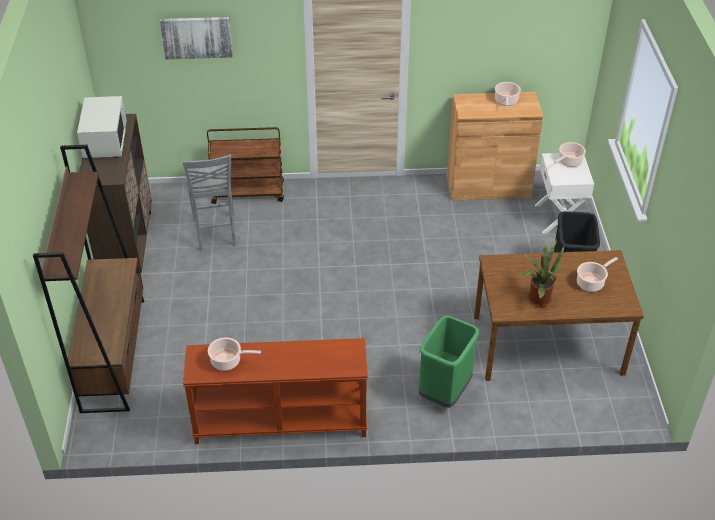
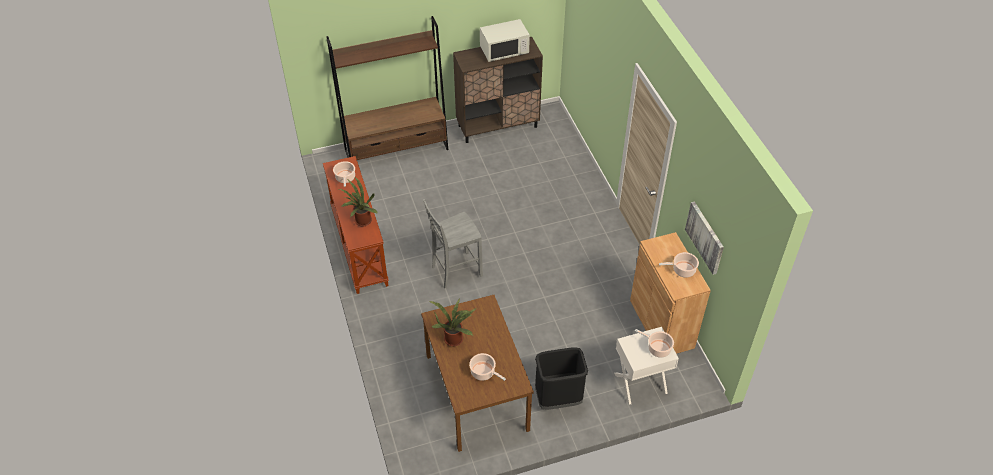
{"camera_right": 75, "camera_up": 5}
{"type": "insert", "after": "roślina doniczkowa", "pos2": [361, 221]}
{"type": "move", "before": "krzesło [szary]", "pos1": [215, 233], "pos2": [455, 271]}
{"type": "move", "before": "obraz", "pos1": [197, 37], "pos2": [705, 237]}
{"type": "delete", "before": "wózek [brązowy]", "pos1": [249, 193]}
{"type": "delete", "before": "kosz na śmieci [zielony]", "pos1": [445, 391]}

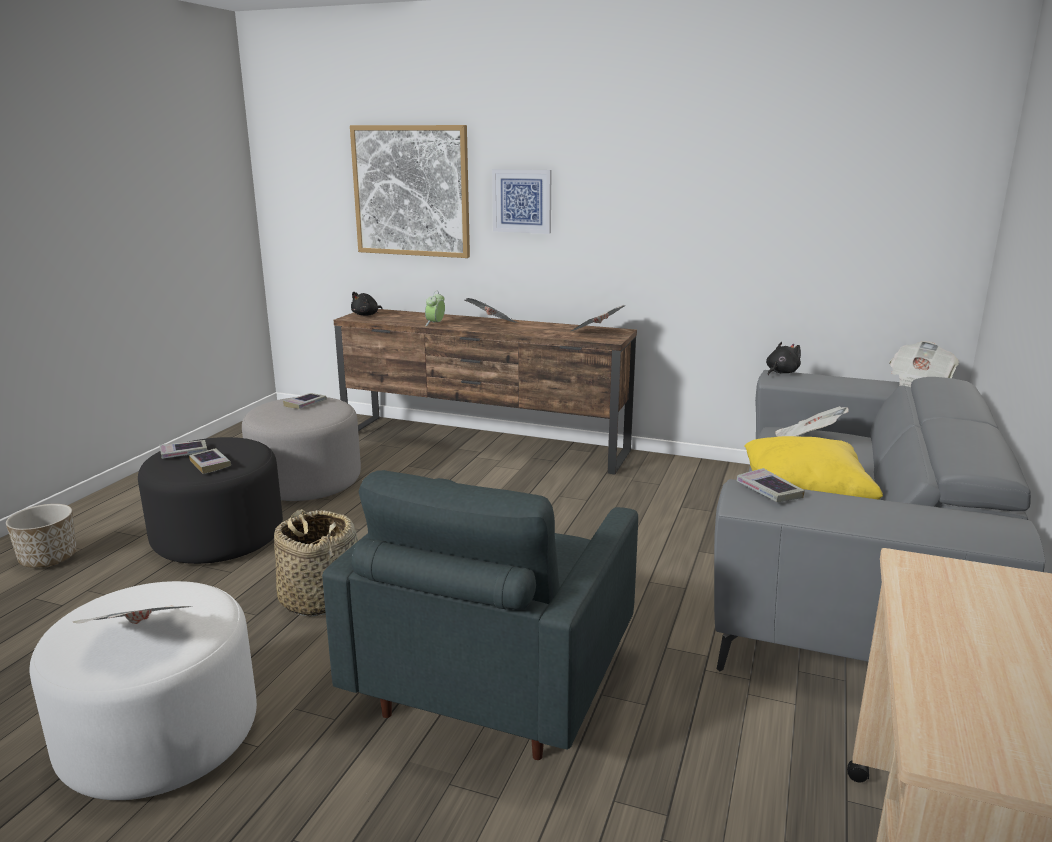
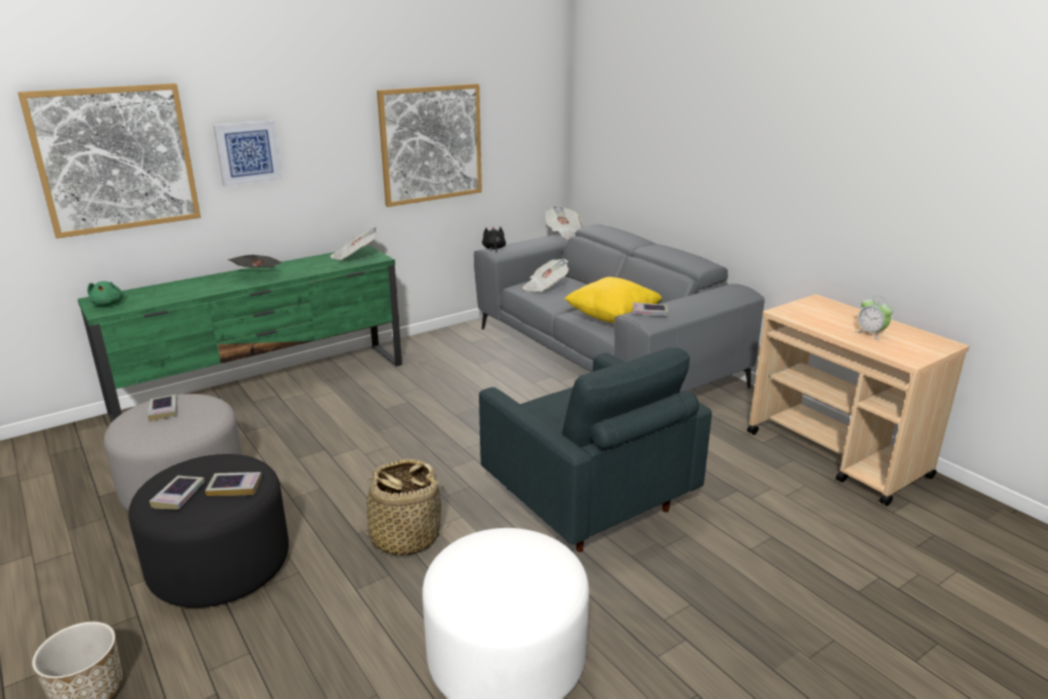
{"camera_right": -55, "camera_up": 5}
{"type": "recolor", "before": "szafka pod telewizor [brązowy]", "after": "szafka pod telewizor [zielony]", "pos1": [484, 444], "pos2": [266, 388]}
{"type": "recolor", "before": "pluszak [czarny]", "after": "pluszak [zielony]", "pos1": [366, 315], "pos2": [108, 304]}
{"type": "insert", "after": "obraz", "pos2": [431, 144]}
{"type": "move", "before": "budzik", "pos1": [435, 324], "pos2": [871, 334]}
{"type": "delete", "before": "gazeta", "pos1": [142, 637]}

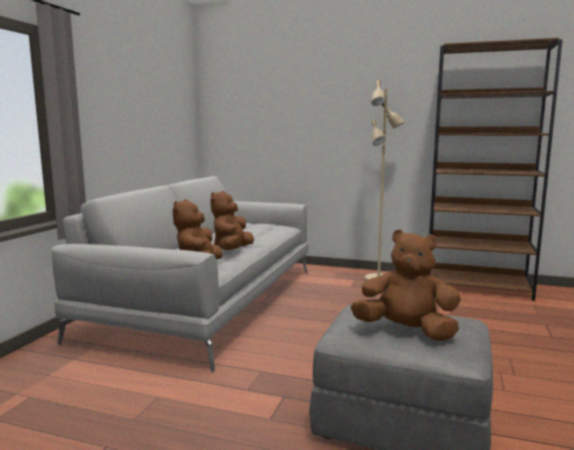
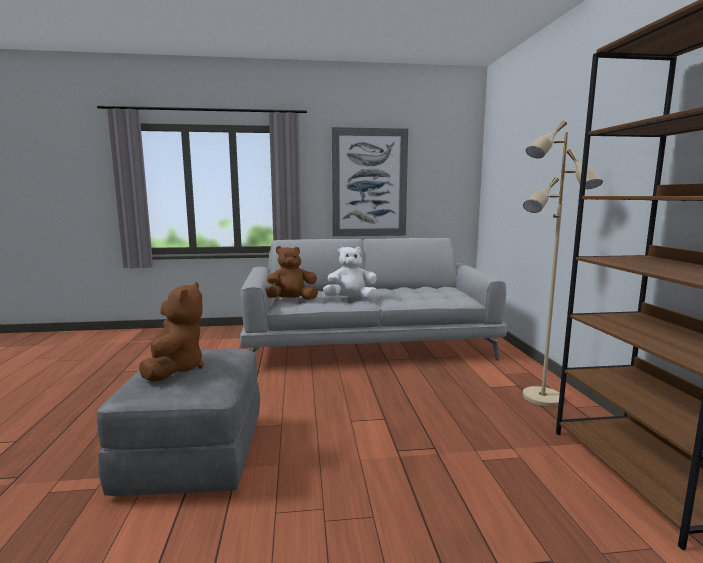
{"camera_right": 65, "camera_up": 0}
{"type": "recolor", "before": "pluszak [brązowy]", "after": "pluszak [biały]", "pos1": [232, 250], "pos2": [350, 299]}
{"type": "insert", "after": "obraz", "pos2": [369, 183]}

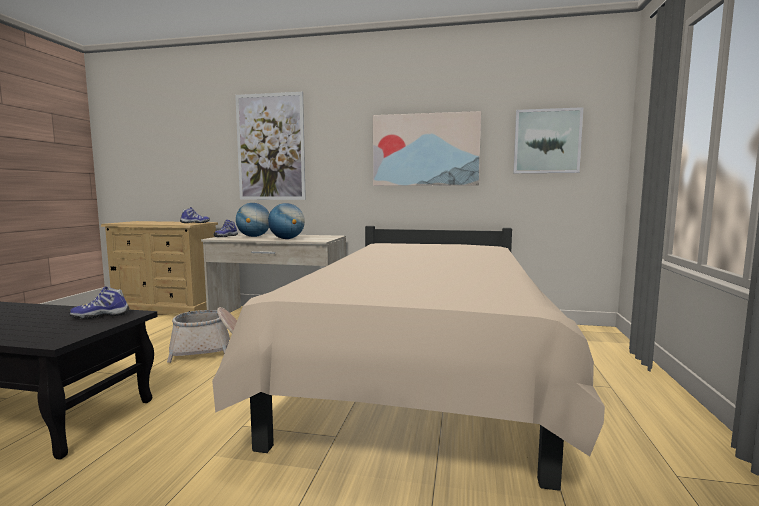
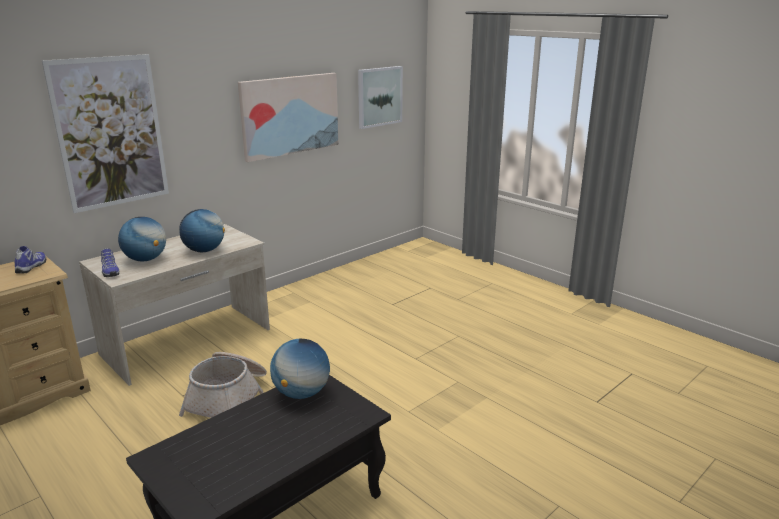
{"camera_right": -55, "camera_up": 15}
{"type": "replace", "before": "but", "after": "globus", "pos1": [101, 316], "pos2": [301, 393]}
{"type": "delete", "before": "łóżko [beżowy]", "pos1": [421, 370]}

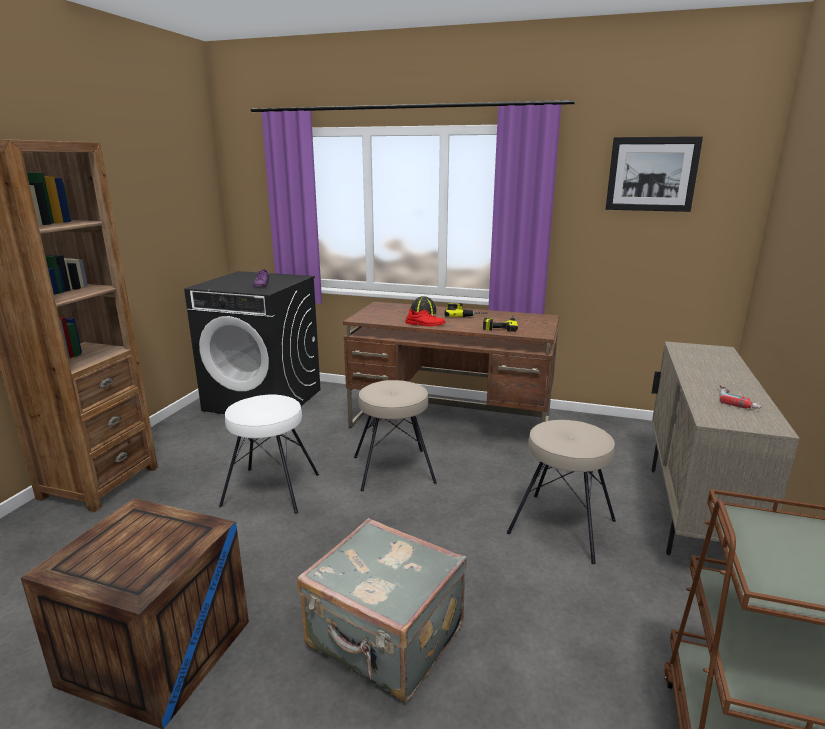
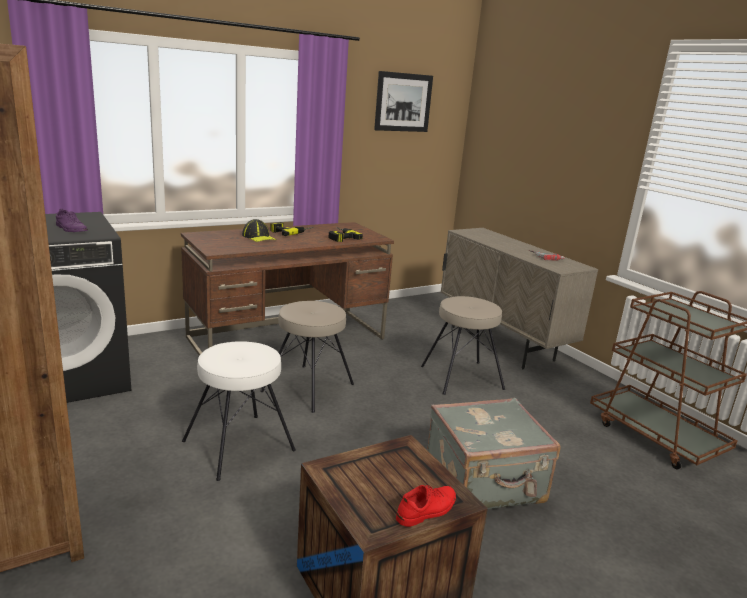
{"camera_right": -50, "camera_up": 0}
{"type": "move", "before": "but [czerwony]", "pos1": [425, 324], "pos2": [427, 510]}

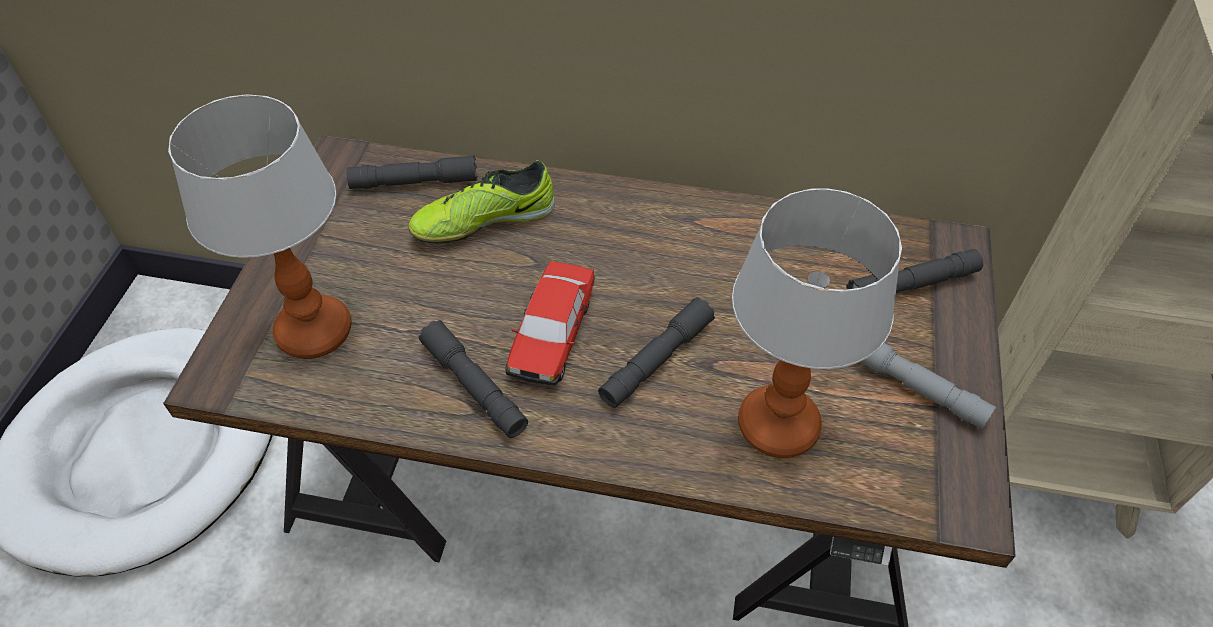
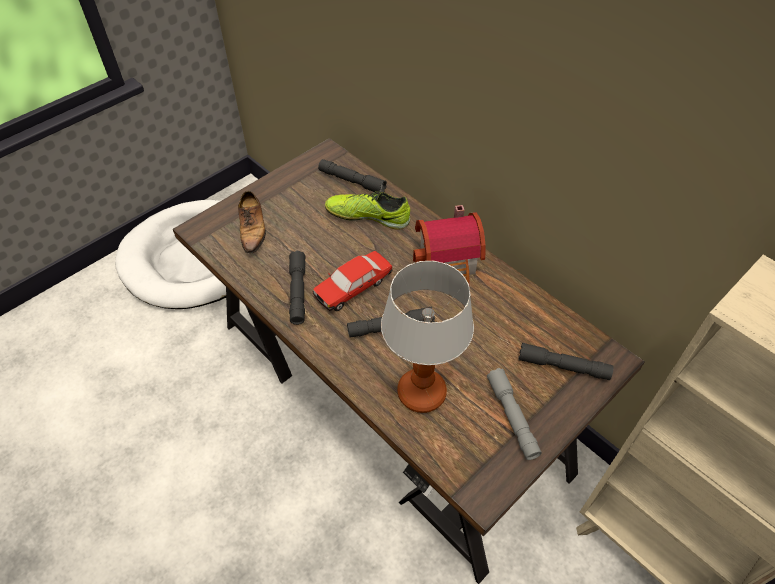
{"camera_right": 35, "camera_up": 0}
{"type": "replace", "before": "lampa stołowa", "after": "but", "pos1": [314, 331], "pos2": [253, 229]}
{"type": "insert", "after": "domek", "pos2": [450, 262]}

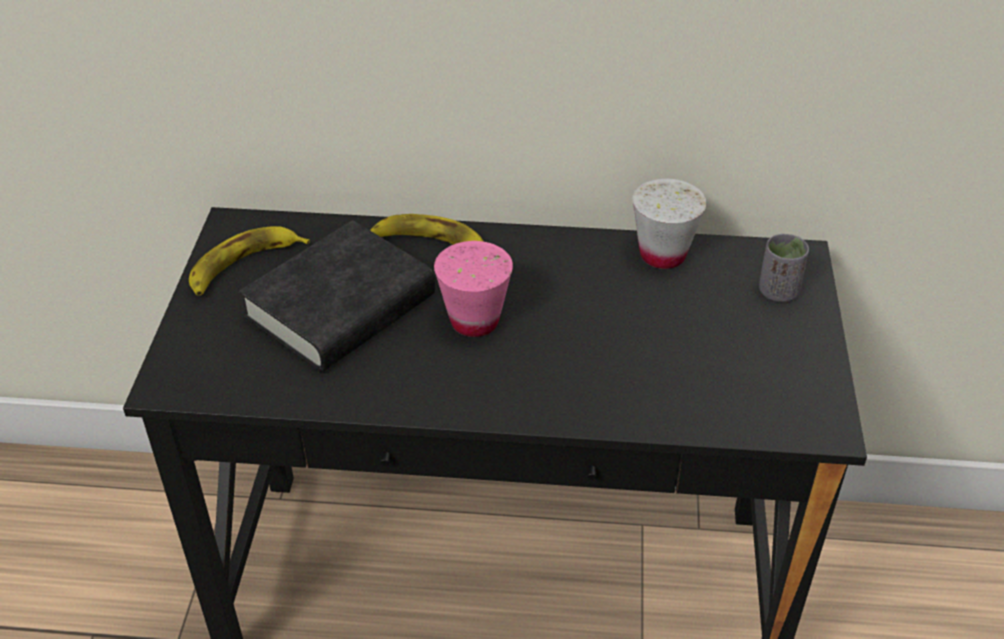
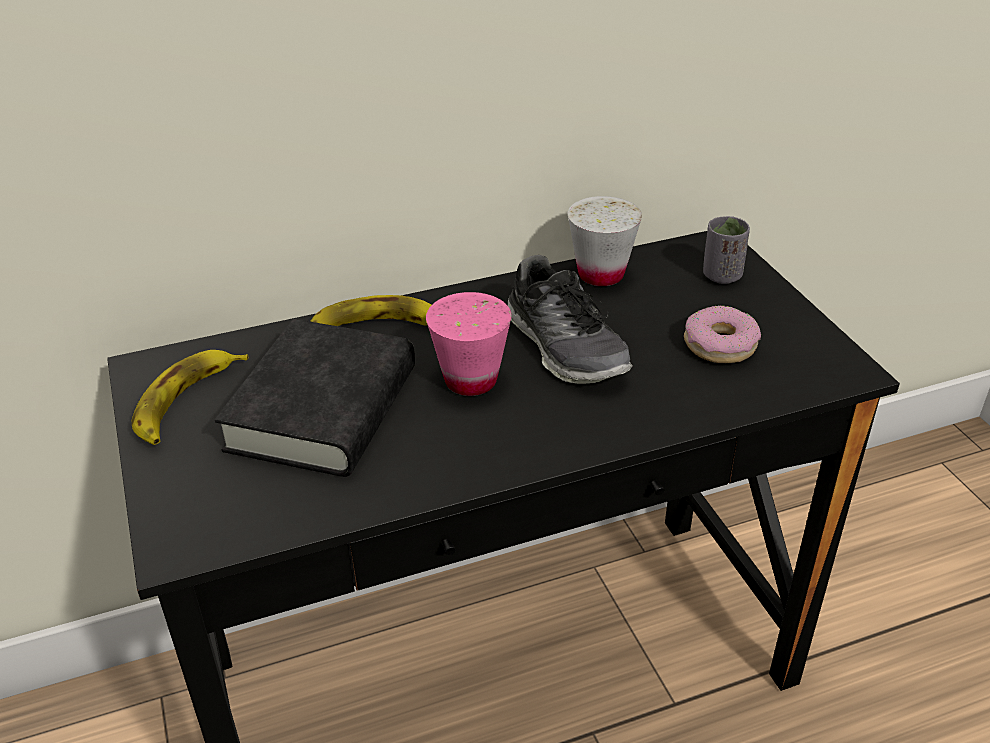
{"camera_right": -25, "camera_up": -5}
{"type": "insert", "after": "but", "pos2": [565, 347]}
{"type": "insert", "after": "donut", "pos2": [719, 344]}

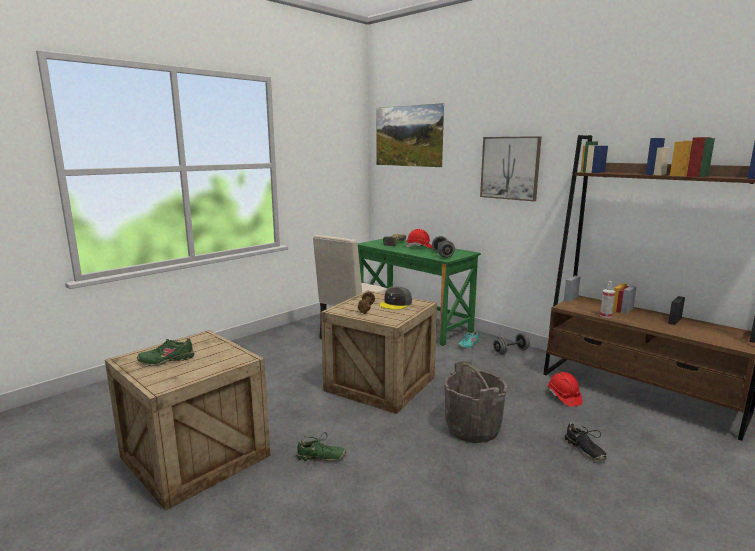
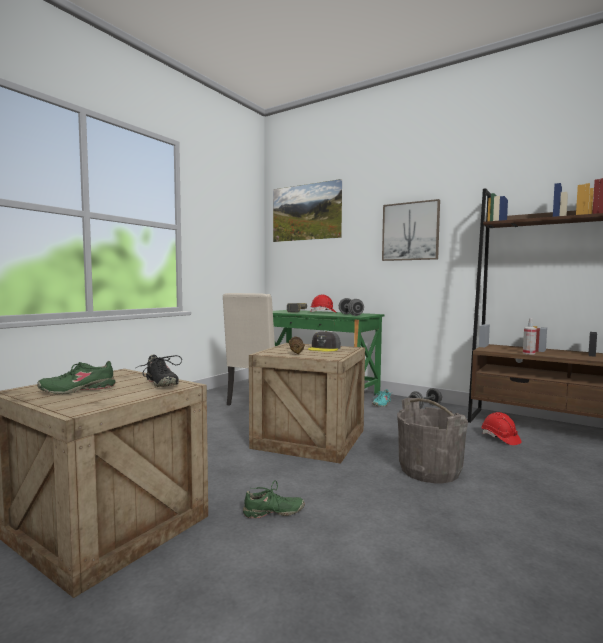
{"camera_right": -10, "camera_up": -10}
{"type": "move", "before": "but [czarny]", "pos1": [584, 450], "pos2": [160, 383]}

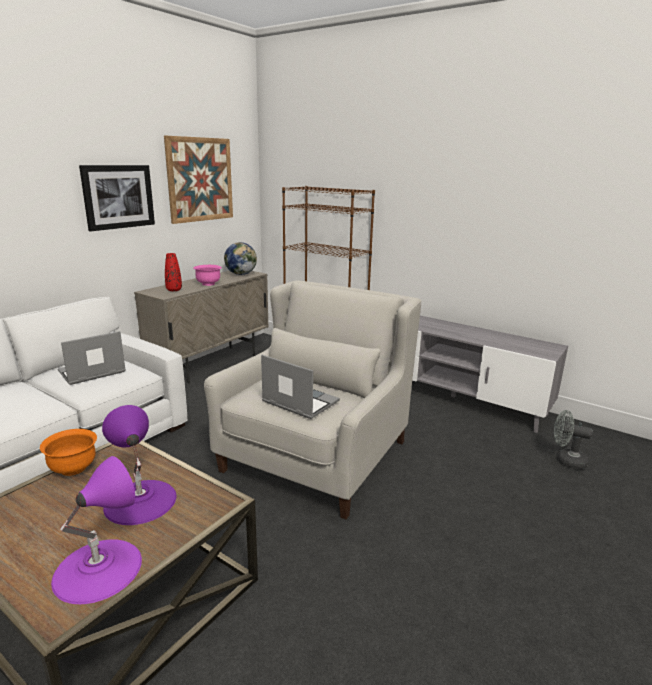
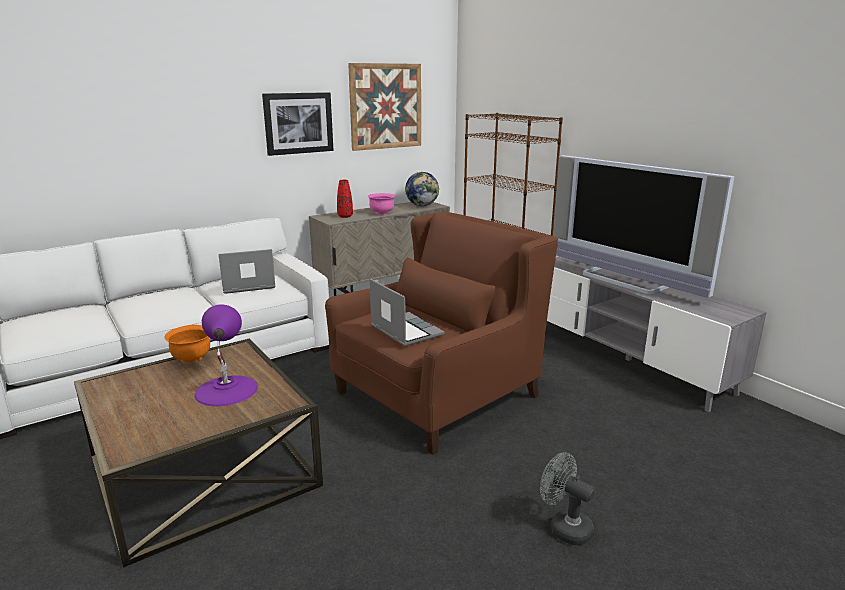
{"camera_right": 20, "camera_up": 0}
{"type": "recolor", "before": "fotel [biały]", "after": "fotel [brązowy]", "pos1": [316, 456], "pos2": [437, 394]}
{"type": "move", "before": "wentylator [szary]", "pos1": [566, 461], "pos2": [564, 527]}
{"type": "insert", "after": "telewizor", "pos2": [624, 280]}
{"type": "delete", "before": "lampa stołowa [fioletowy]", "pos1": [98, 569]}

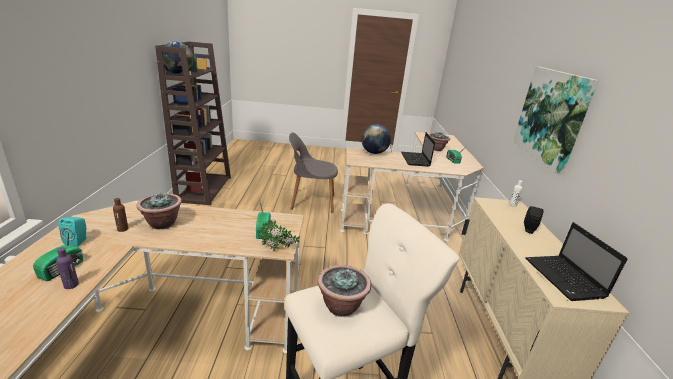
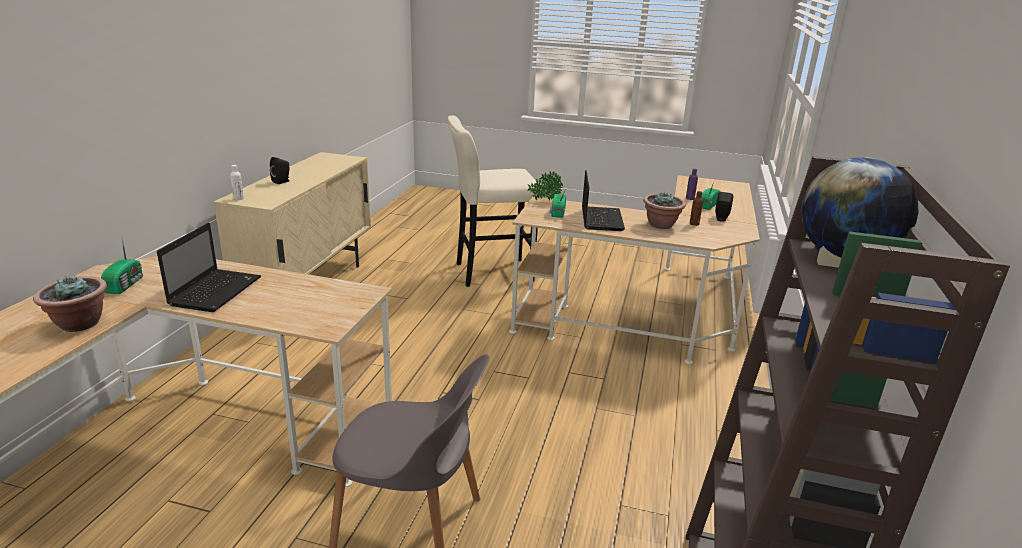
{"camera_right": -165, "camera_up": 0}
{"type": "move", "before": "laptop", "pos1": [565, 279], "pos2": [601, 219]}
{"type": "recolor", "before": "głośnik [turkusowy]", "after": "głośnik [czarny]", "pos1": [78, 241], "pos2": [721, 219]}
{"type": "delete", "before": "roślina doniczkowa", "pos1": [341, 306]}
{"type": "delete", "before": "globus", "pos1": [374, 153]}
{"type": "delete", "before": "obraz", "pos1": [551, 116]}

